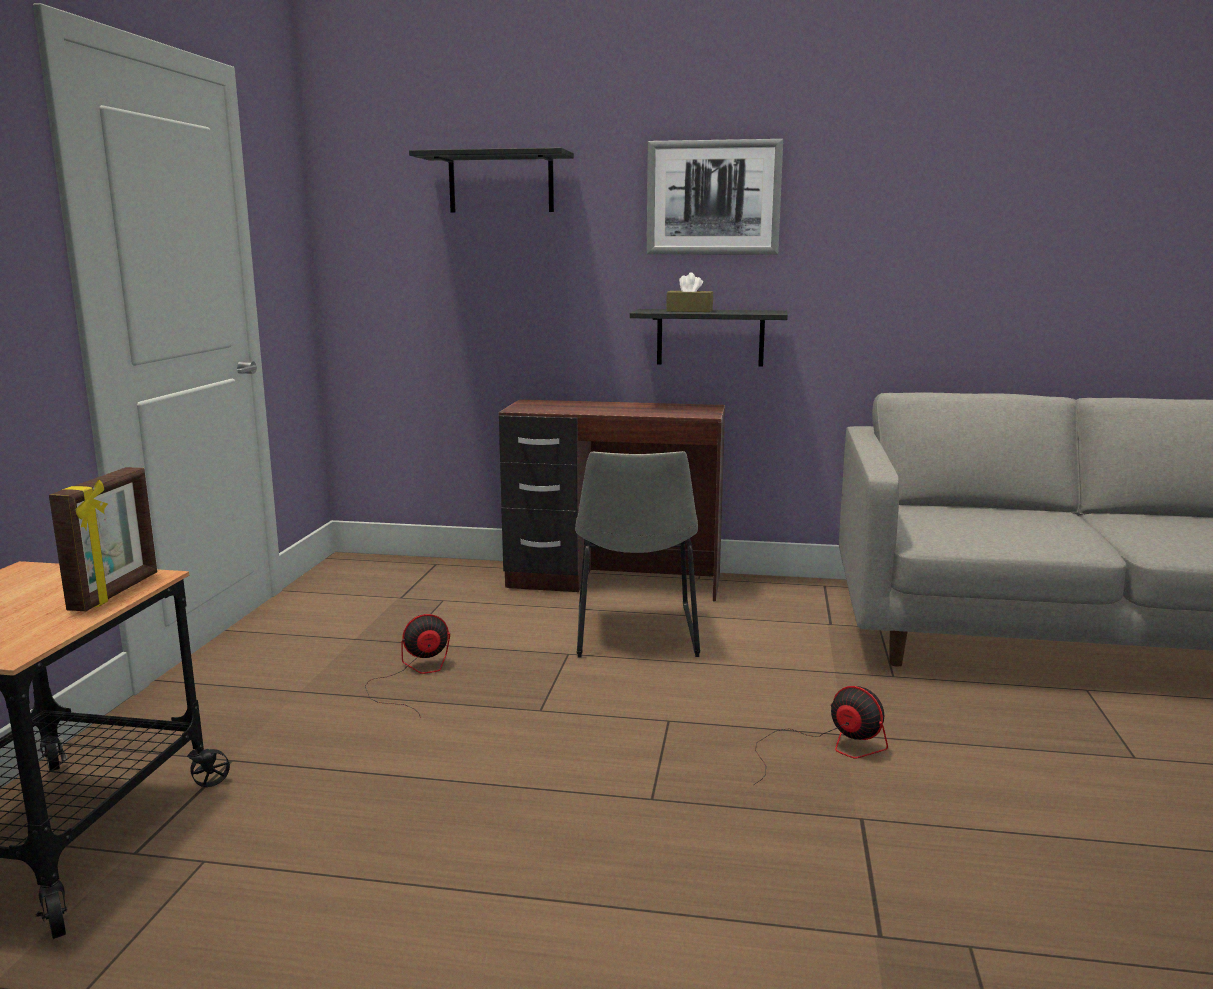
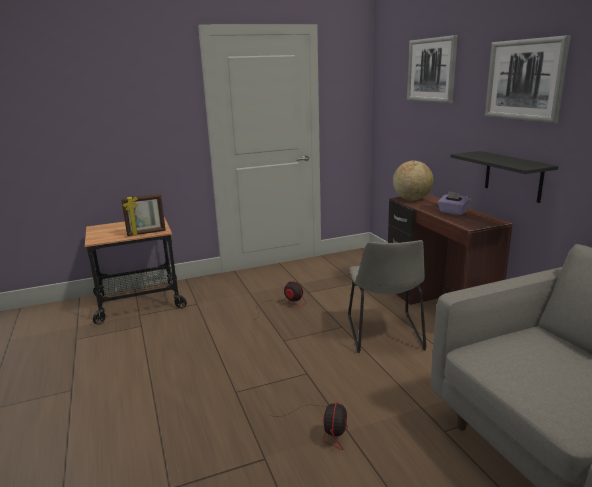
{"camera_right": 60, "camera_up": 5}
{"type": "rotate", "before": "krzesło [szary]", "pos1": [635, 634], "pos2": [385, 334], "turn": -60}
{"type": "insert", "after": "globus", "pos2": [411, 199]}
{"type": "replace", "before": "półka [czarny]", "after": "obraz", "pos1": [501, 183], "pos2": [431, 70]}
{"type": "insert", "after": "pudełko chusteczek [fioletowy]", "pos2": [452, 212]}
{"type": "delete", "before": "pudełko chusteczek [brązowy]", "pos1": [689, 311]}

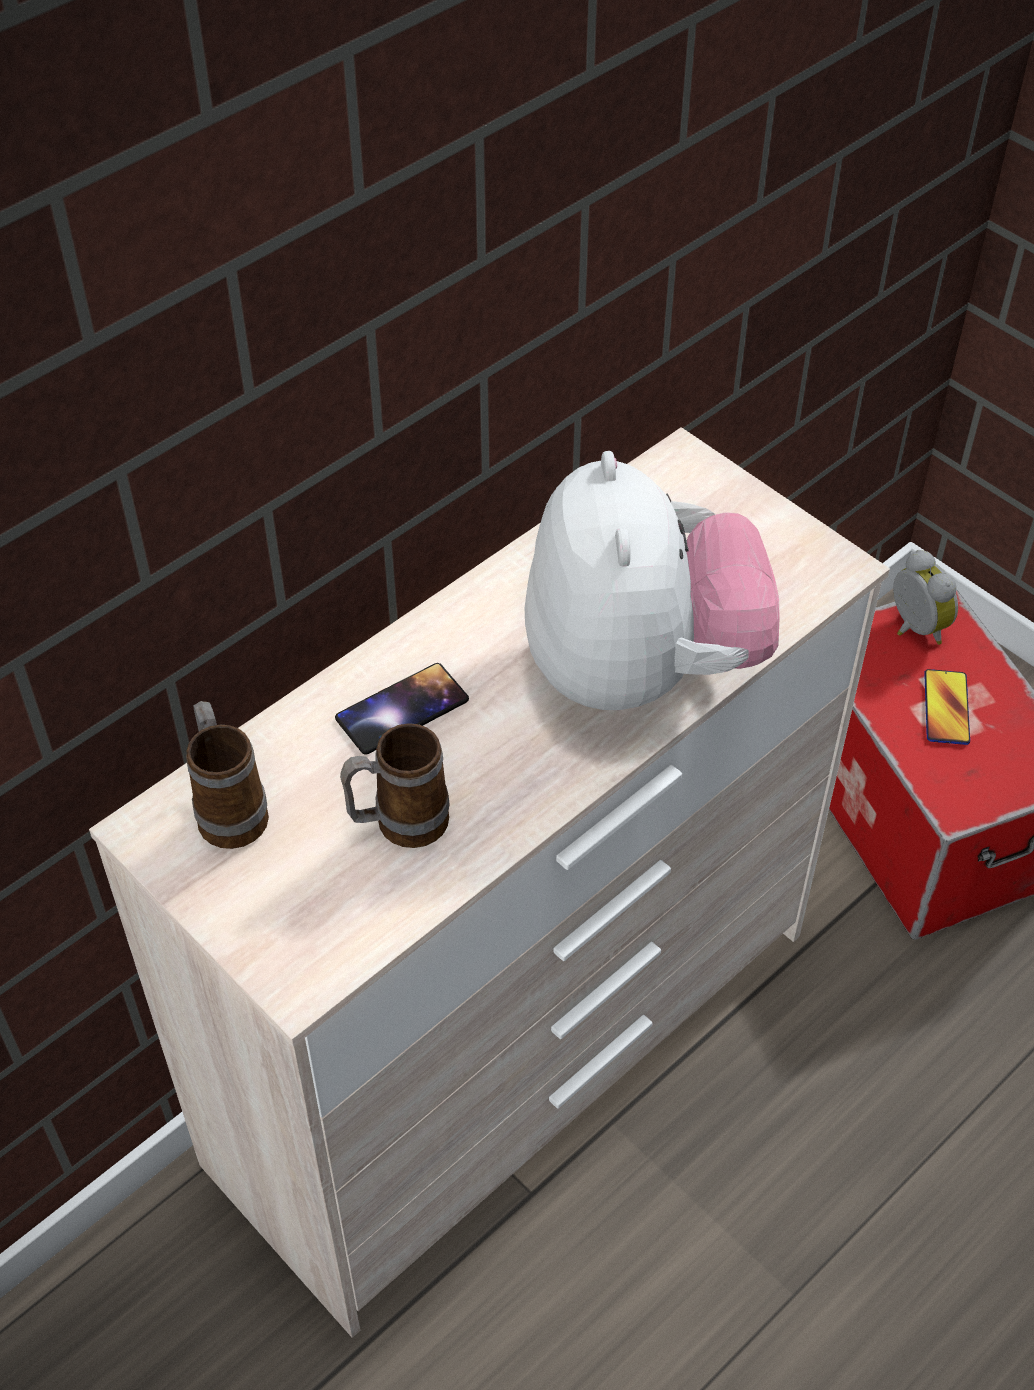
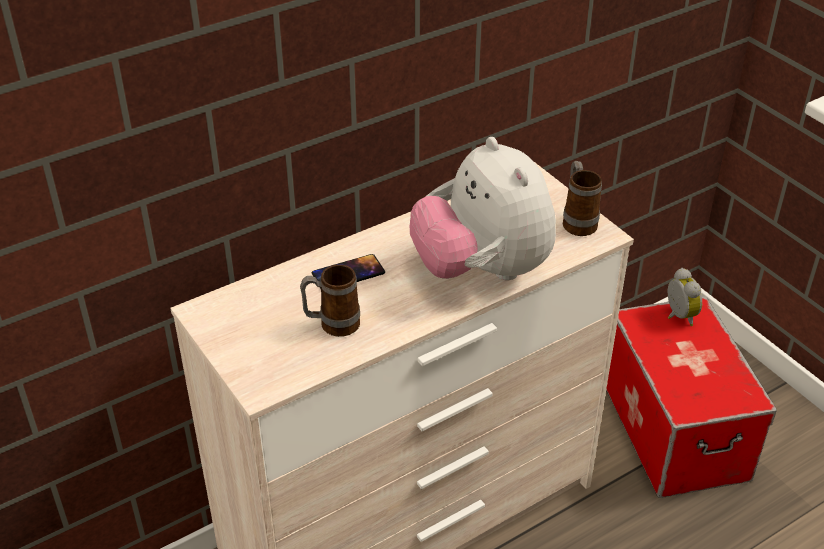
{"camera_right": 10, "camera_up": -10}
{"type": "rotate", "before": "pluszak", "pos1": [640, 669], "pos2": [482, 270], "turn": 150}
{"type": "move", "before": "kubek", "pos1": [229, 809], "pos2": [577, 221]}
{"type": "delete", "before": "telefon", "pos1": [946, 708]}

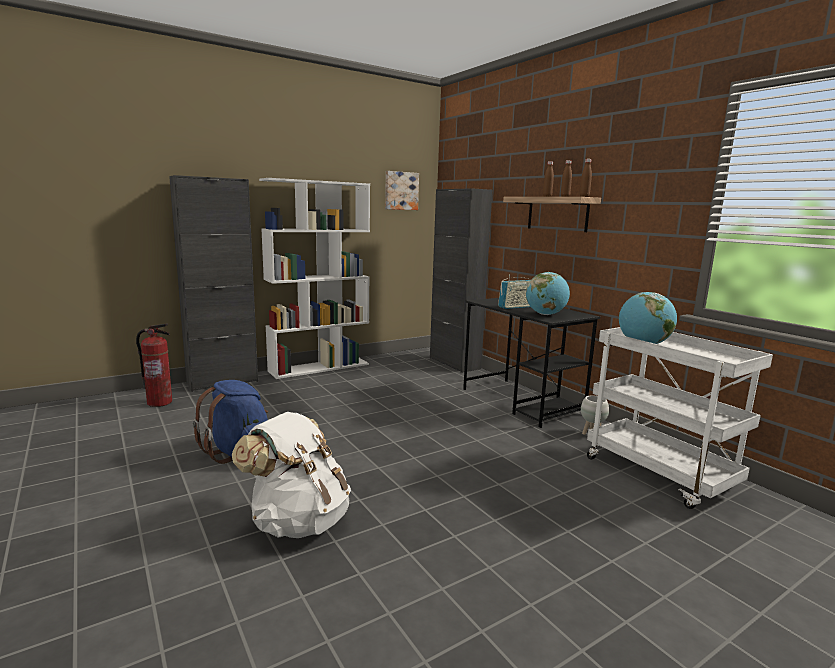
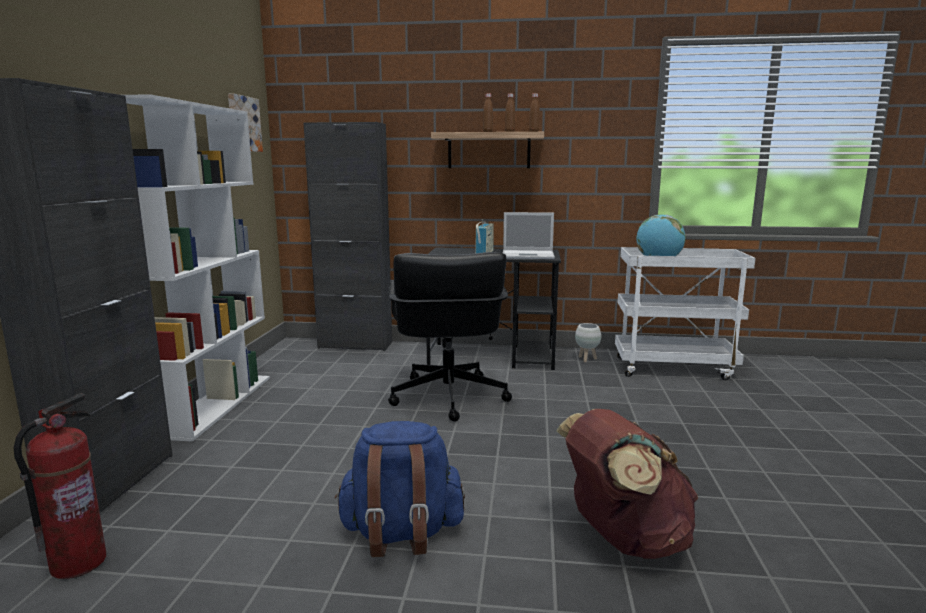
{"camera_right": -50, "camera_up": 0}
{"type": "insert", "after": "krzesło biurowe [czarny]", "pos2": [447, 397]}
{"type": "replace", "before": "globus", "after": "laptop", "pos1": [545, 314], "pos2": [529, 255]}
{"type": "recolor", "before": "plecak [biały]", "after": "plecak [brązowy]", "pos1": [298, 521], "pos2": [623, 539]}

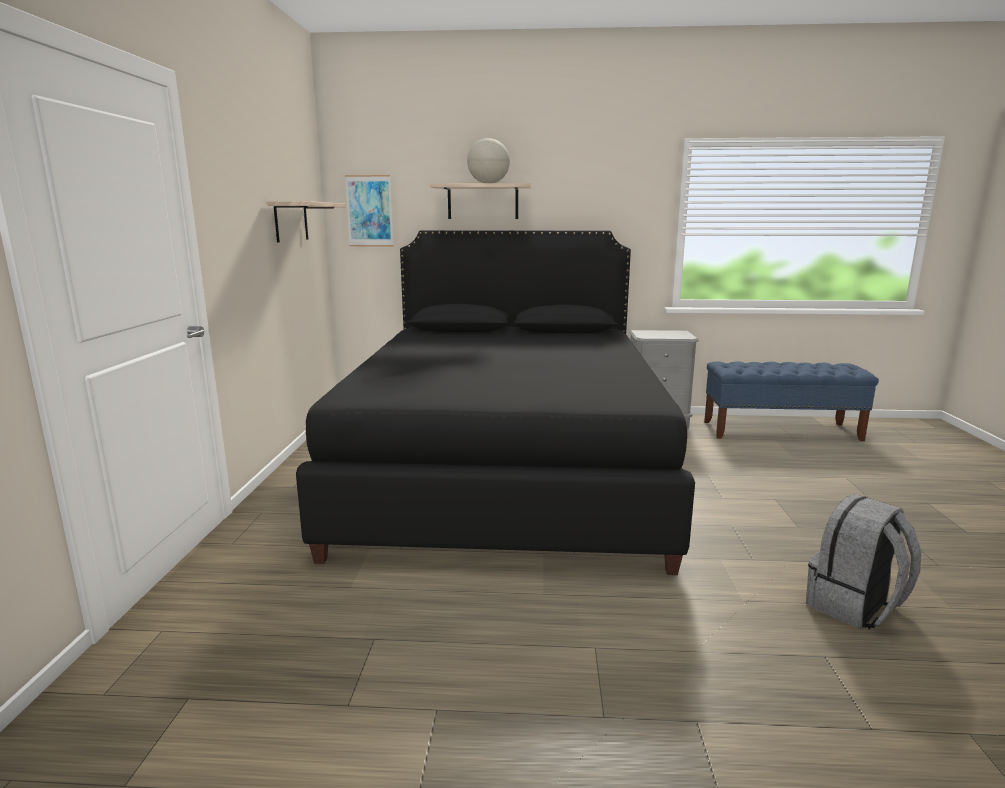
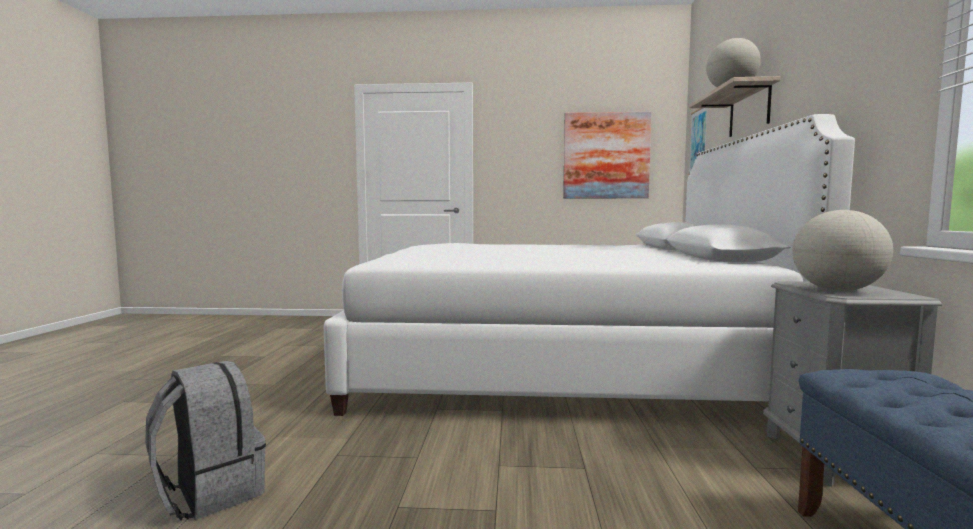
{"camera_right": 90, "camera_up": -10}
{"type": "recolor", "before": "łóżko [czarny]", "after": "łóżko [biały]", "pos1": [505, 469], "pos2": [557, 367]}
{"type": "replace", "before": "półka", "after": "obraz", "pos1": [291, 221], "pos2": [606, 156]}
{"type": "insert", "after": "globus", "pos2": [837, 290]}

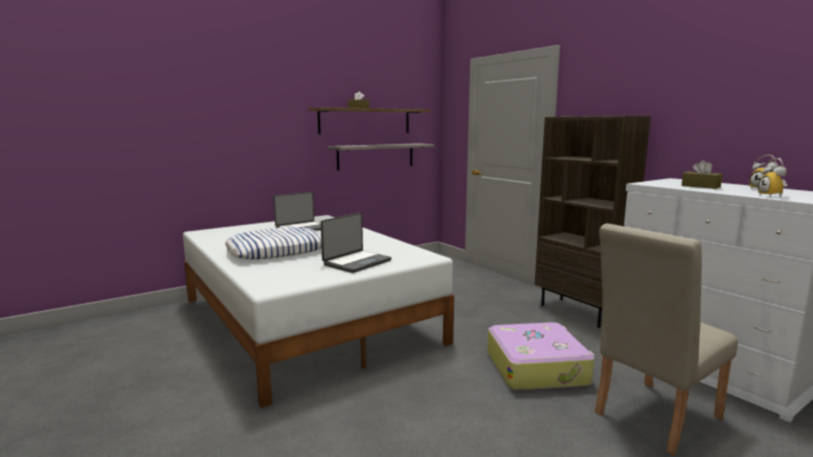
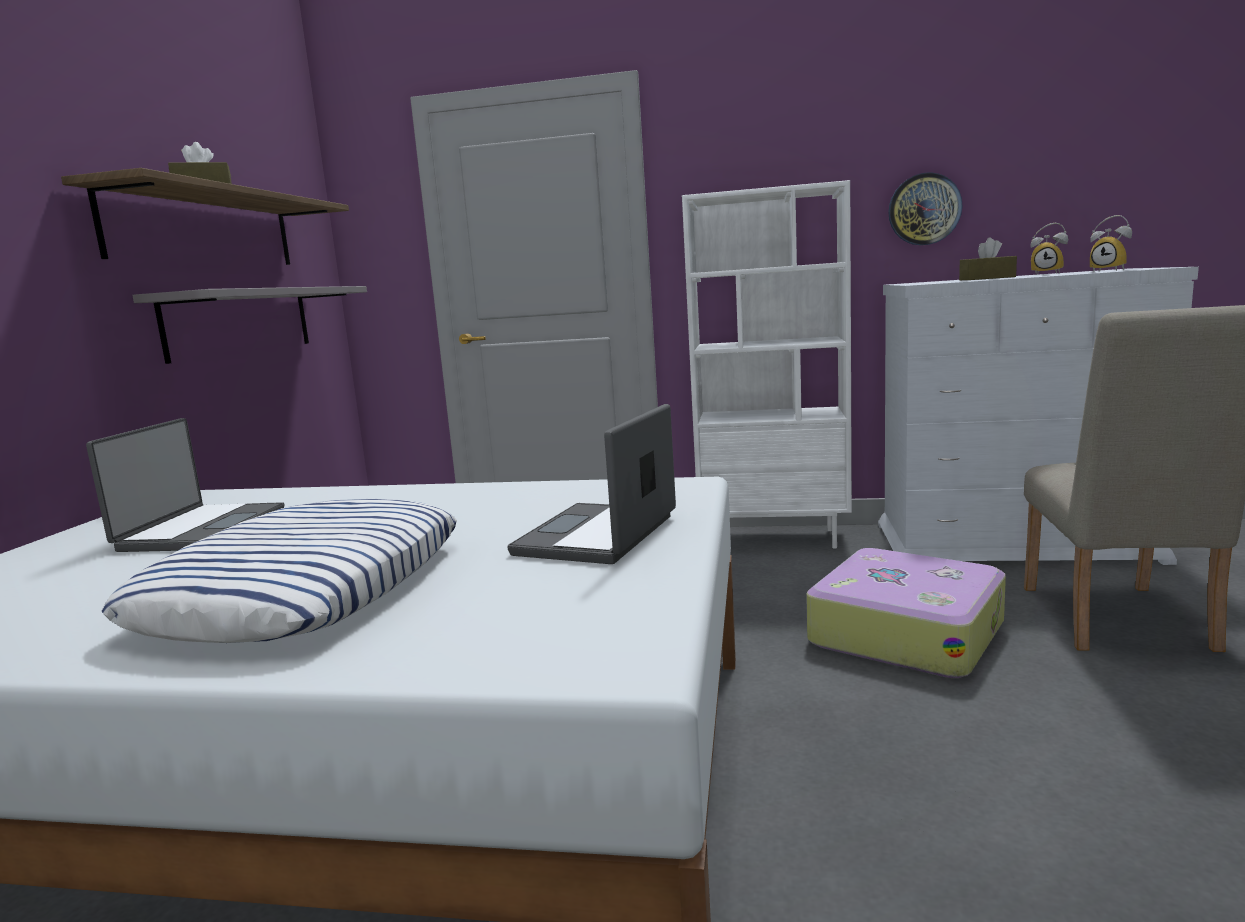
{"camera_right": -45, "camera_up": 0}
{"type": "rotate", "before": "laptop", "pos1": [356, 262], "pos2": [600, 536], "turn": -150}
{"type": "recolor", "before": "regał [brązowy]", "after": "regał [biały]", "pos1": [579, 312], "pos2": [774, 539]}
{"type": "insert", "after": "zegar ścienny", "pos2": [924, 209]}

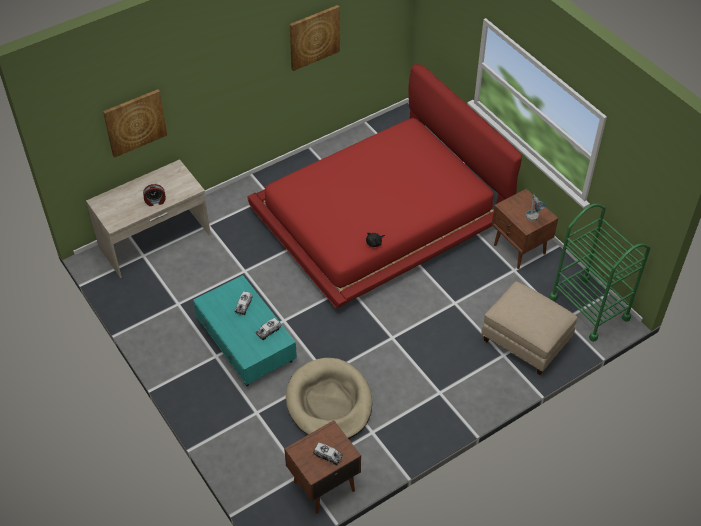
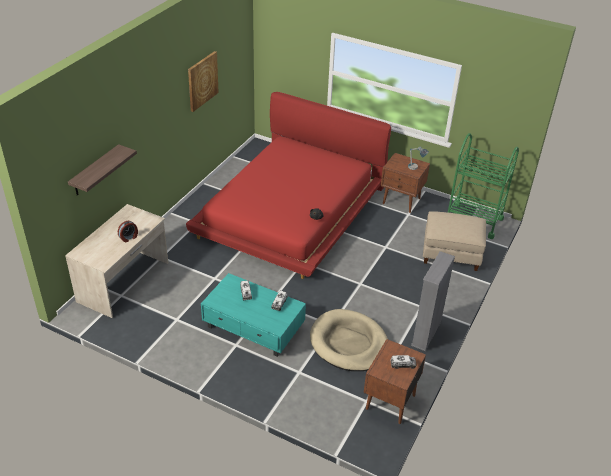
{"camera_right": -30, "camera_up": -10}
{"type": "replace", "before": "obraz", "after": "półka", "pos1": [135, 122], "pos2": [95, 171]}
{"type": "insert", "after": "regał [szary]", "pos2": [426, 333]}

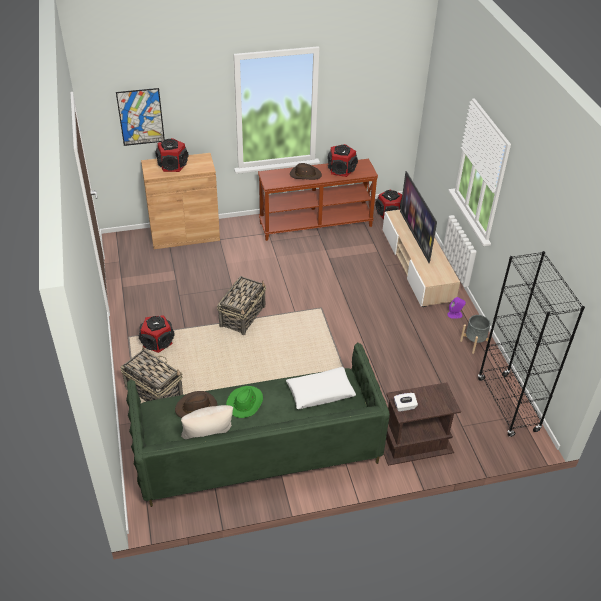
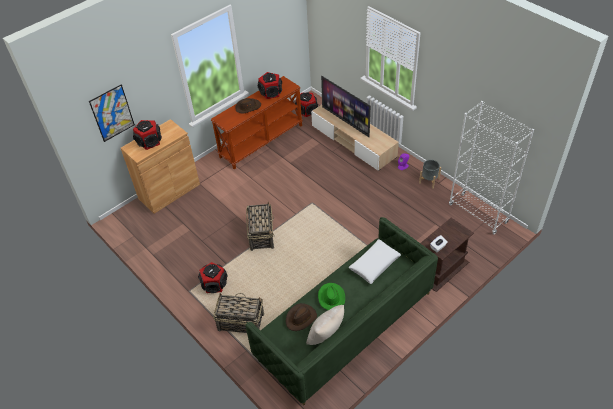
{"camera_right": -25, "camera_up": 5}
{"type": "recolor", "before": "regał [czarny]", "after": "regał [biały]", "pos1": [507, 405], "pos2": [478, 213]}

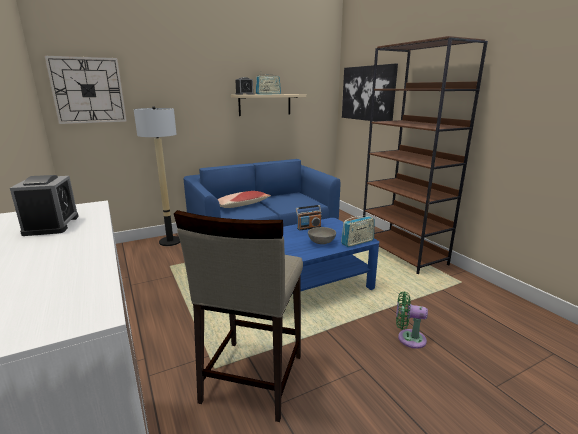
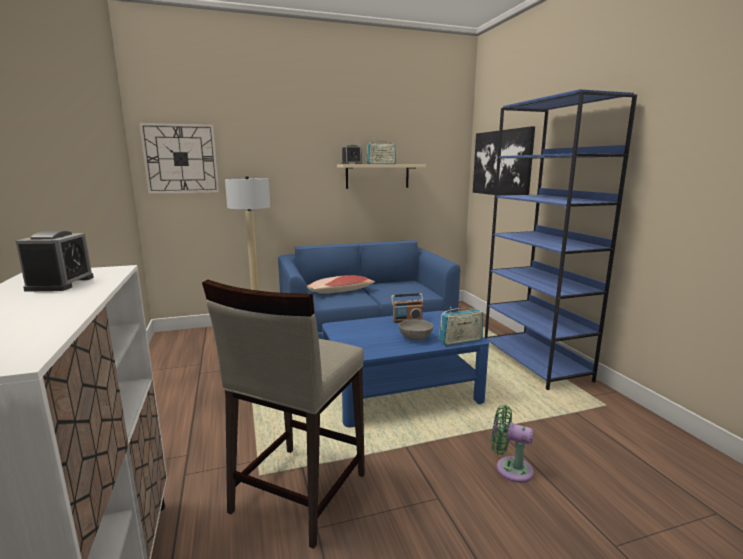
{"camera_right": 10, "camera_up": -5}
{"type": "recolor", "before": "regał [brązowy]", "after": "regał [niebieski]", "pos1": [403, 253], "pos2": [535, 362]}

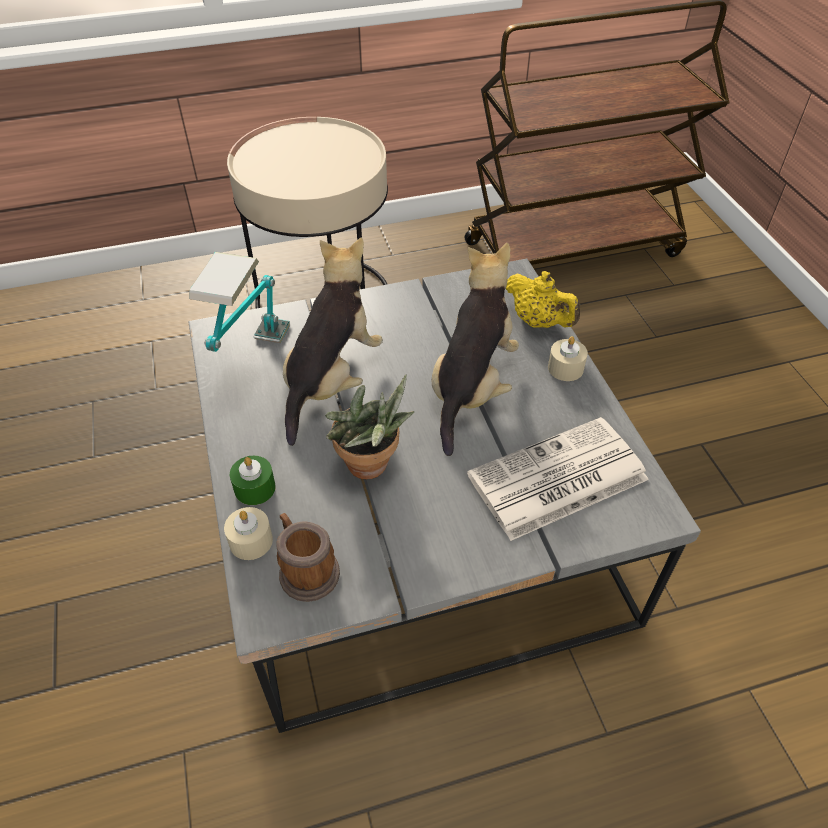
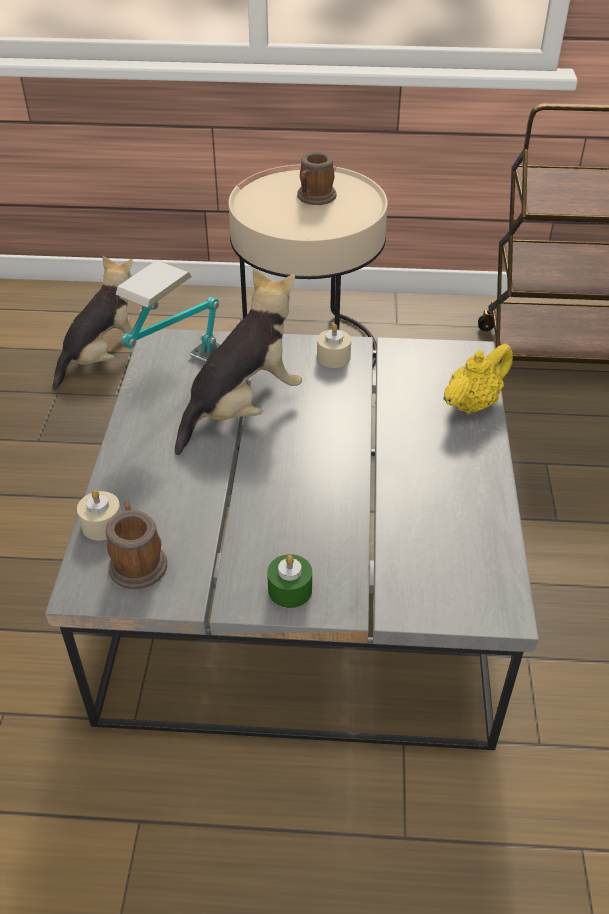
{"camera_right": 20, "camera_up": -5}
{"type": "move", "before": "pluszak", "pos1": [471, 387], "pos2": [103, 357]}
{"type": "move", "before": "świeca [zielony]", "pos1": [255, 488], "pos2": [290, 590]}
{"type": "insert", "after": "kubek", "pos2": [314, 198]}
{"type": "move", "before": "świeca [beżowy]", "pos1": [565, 368], "pos2": [333, 357]}
{"type": "rotate", "before": "imbryk [żółty]", "pos1": [538, 322], "pos2": [473, 403], "turn": -105}
{"type": "delete", "before": "roślina doniczkowa", "pos1": [371, 468]}
{"type": "delete", "before": "gazeta", "pos1": [556, 479]}

